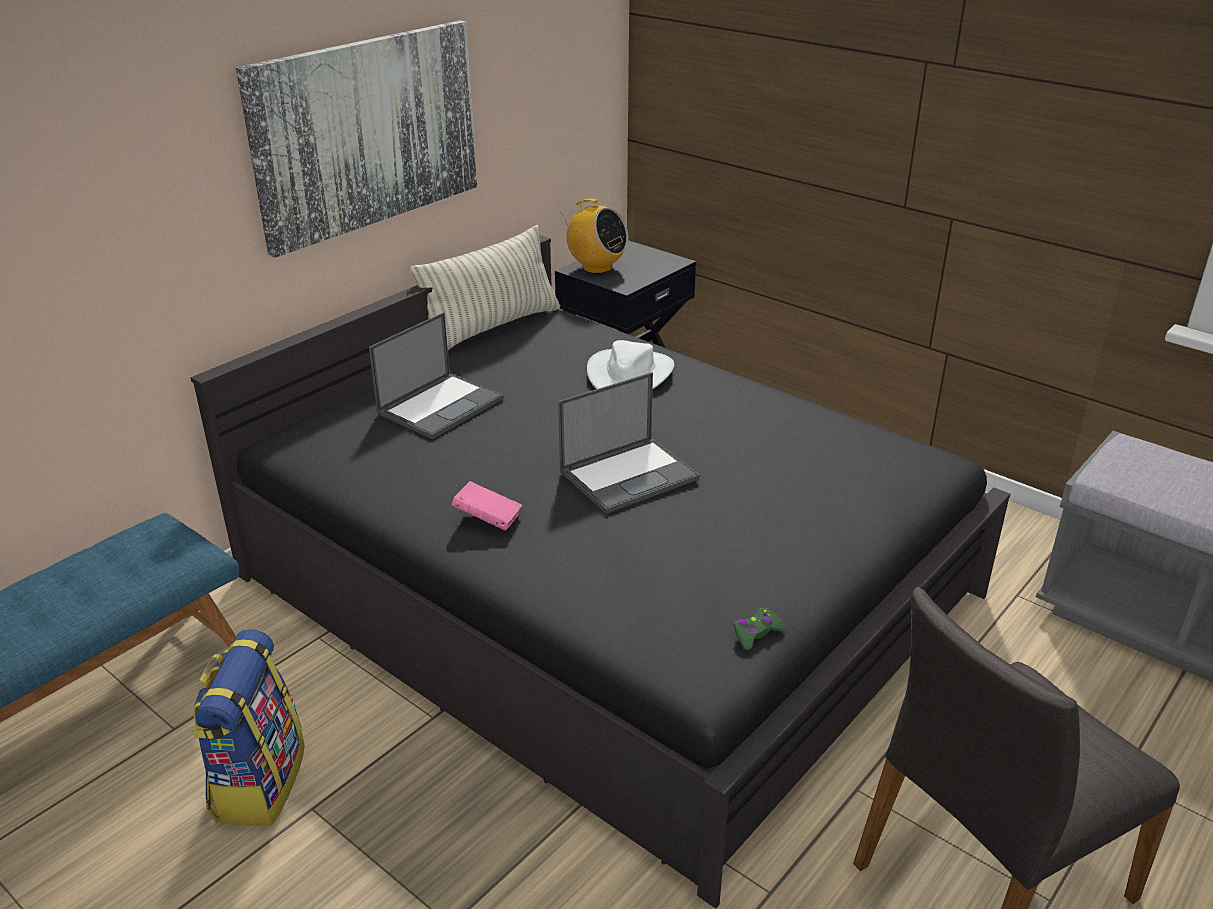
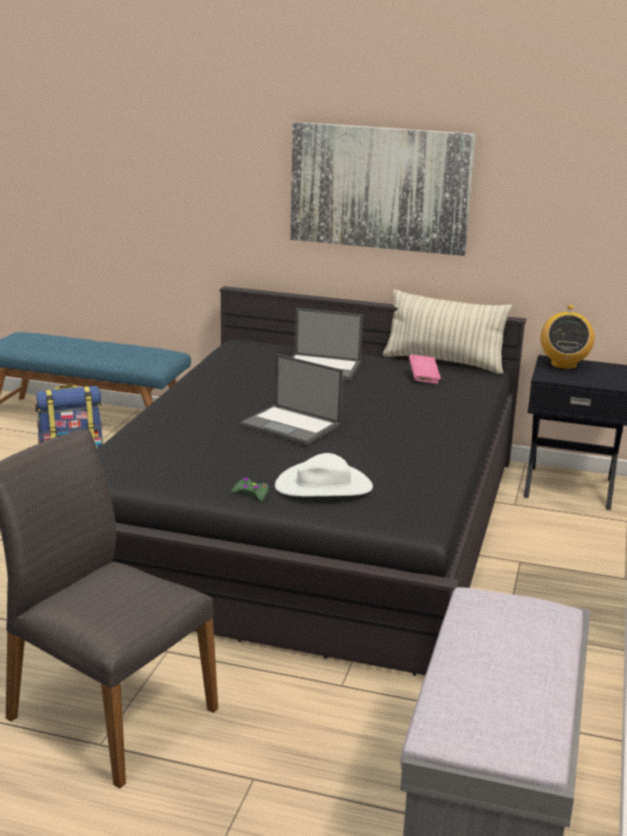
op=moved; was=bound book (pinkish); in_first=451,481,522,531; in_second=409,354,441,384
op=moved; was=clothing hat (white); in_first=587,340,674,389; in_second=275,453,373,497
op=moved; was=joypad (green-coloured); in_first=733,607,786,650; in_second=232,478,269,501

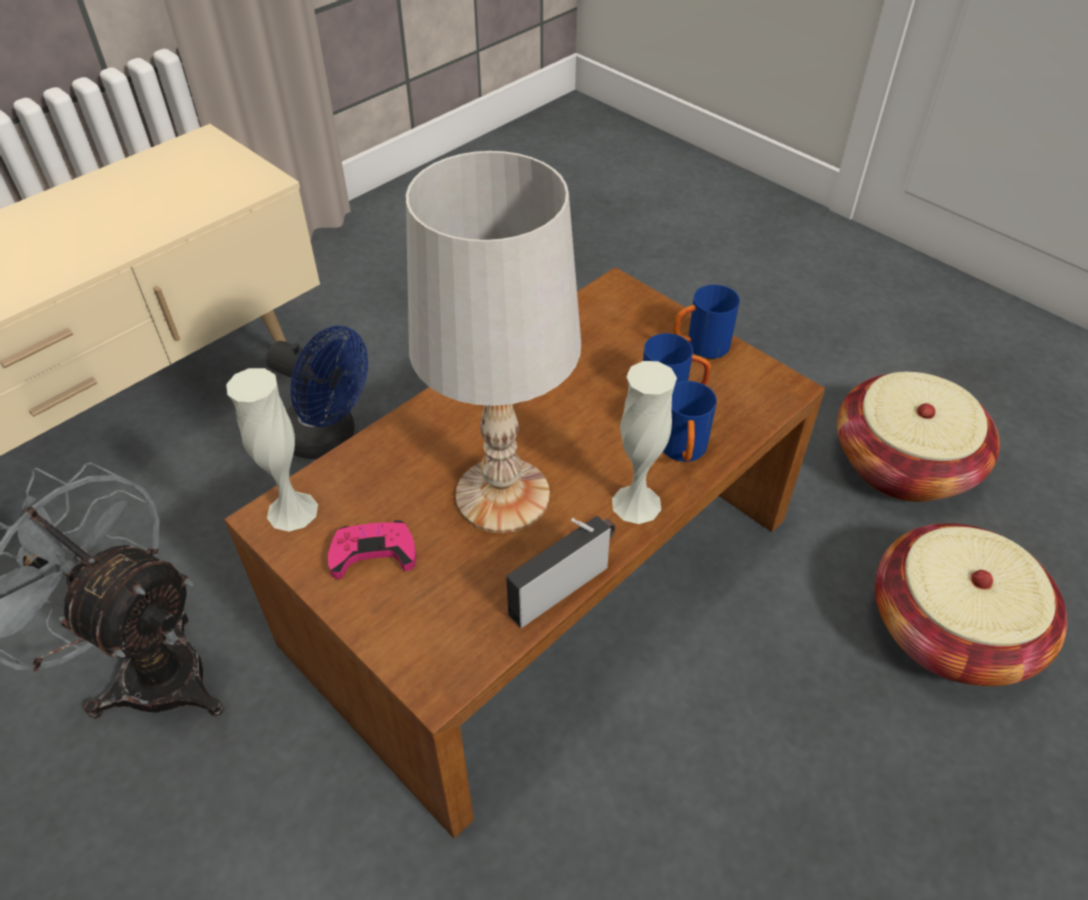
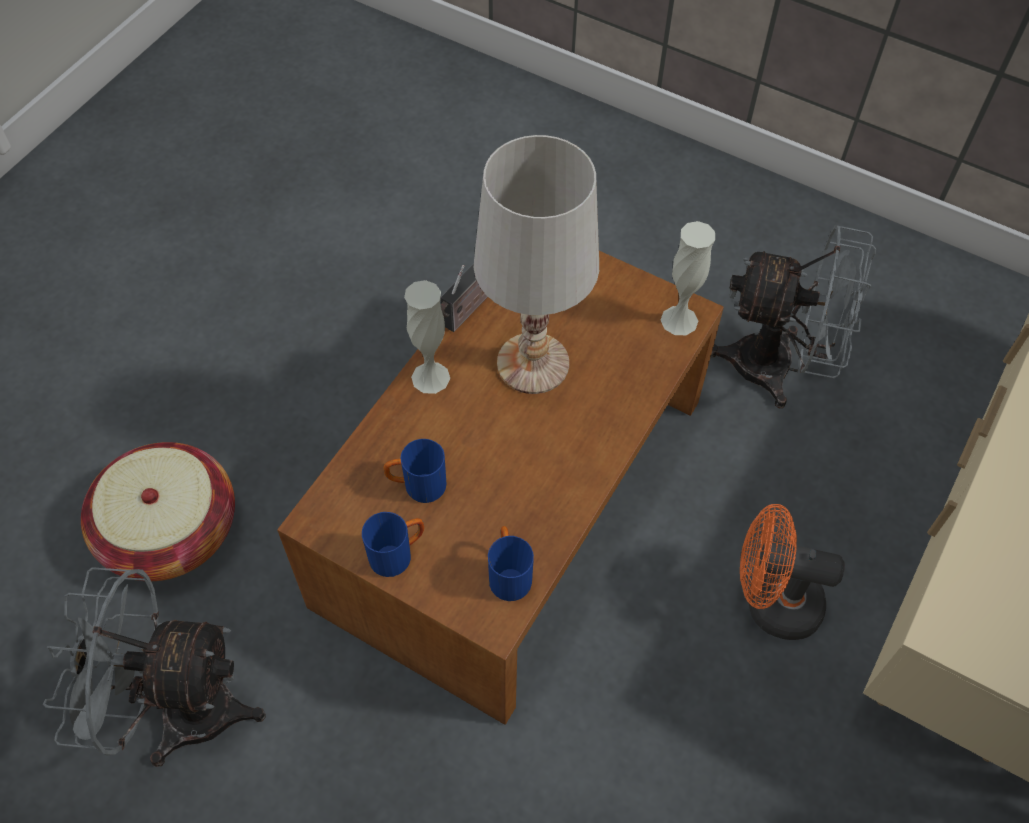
op=recoloured; was=electric fan (blue); now=electric fan (orange-coloured); in_first=266,326,368,459; in_second=740,504,845,640
op=removed; was=joypad (pinkish); in_first=328,520,416,579
op=moved; was=mug (blue); in_first=663,381,717,462; in_second=488,526,534,601
op=replaced; was=storage basket; now=electric fan (greyish); in_first=837,372,1000,502; in_second=43,567,266,767

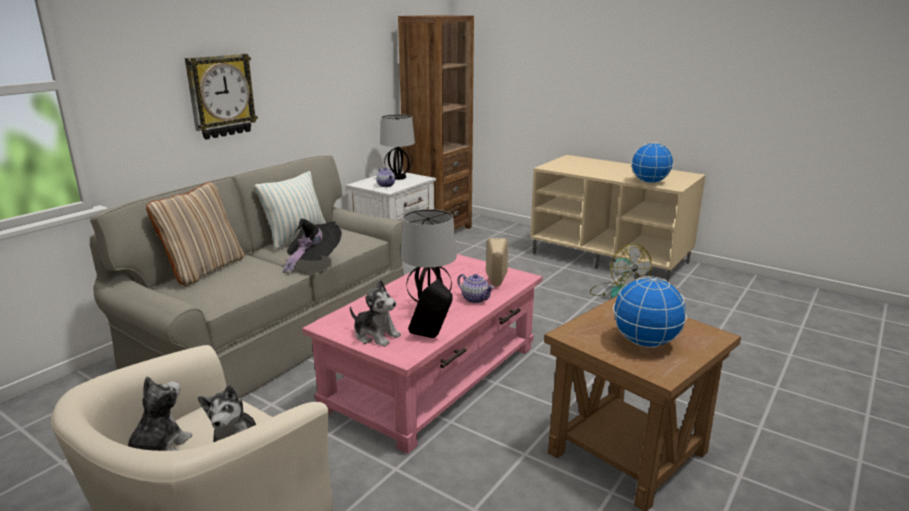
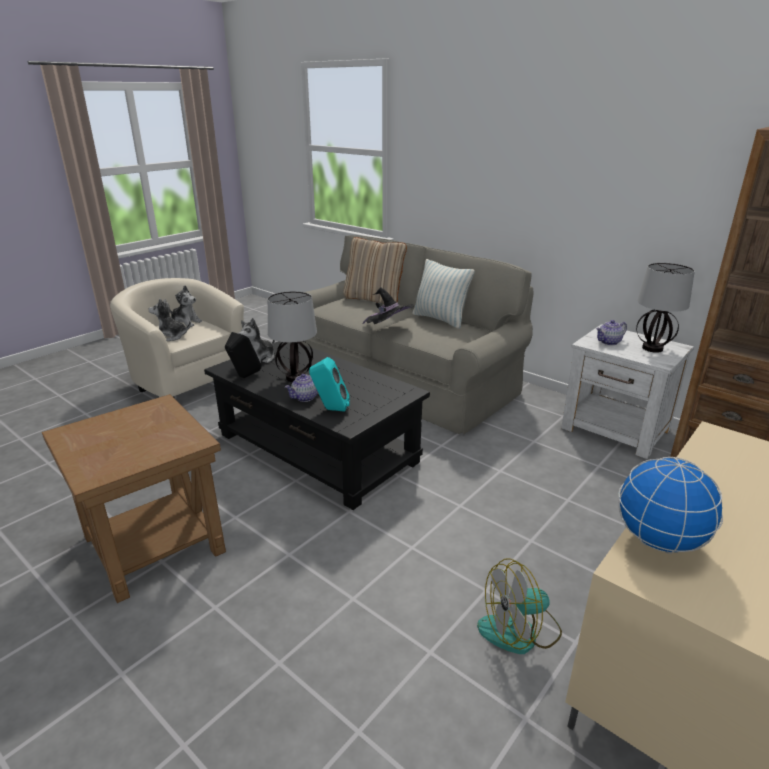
op=removed; was=clock on the wall; in_first=185,54,258,140
op=recoloured; was=low table (pinkish); now=low table (black-coloured); in_first=302,254,543,454; in_second=204,341,430,510
op=recoloured; was=loudspeaker (beige-coloured); now=loudspeaker (turquoise); in_first=486,238,508,287; in_second=309,357,350,412
op=removed; was=desk globe; in_first=613,276,687,348

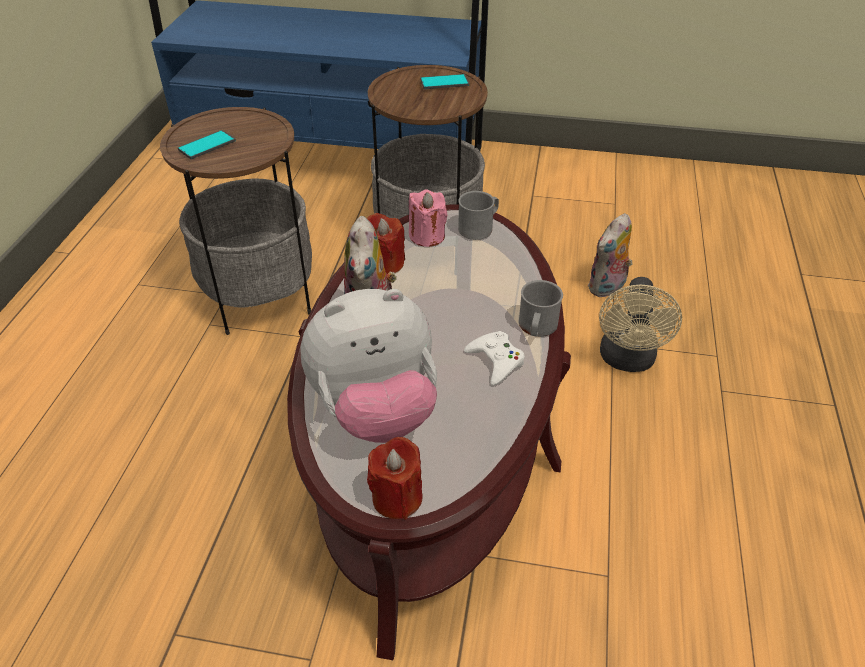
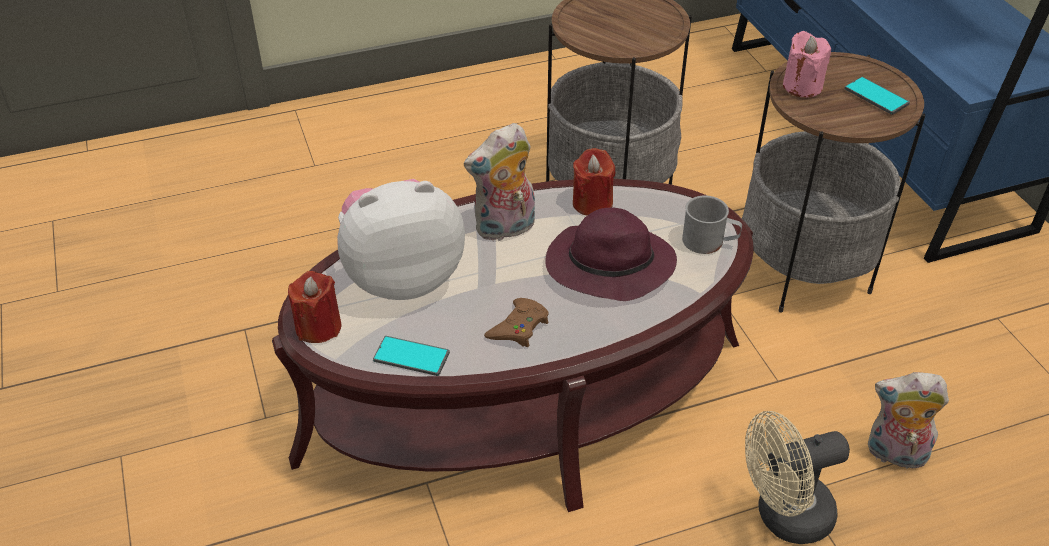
op=moved; was=phone; in_first=178,130,236,159; in_second=373,336,450,376
op=turned; was=soft toy; in_first=300,289,437,443; in_second=337,179,465,300; clockwise=120
op=moved; was=wax light (pinkish); in_first=409,189,448,247; in_second=783,31,831,97
op=recoloured; was=joypad (white); now=joypad (brown-coloured); in_first=464,331,525,386; in_second=484,298,549,347
op=removed; was=mug (greyish); in_first=519,280,563,337
op=added; now=clothing hat (purple-coloured); in_second=545,207,677,301

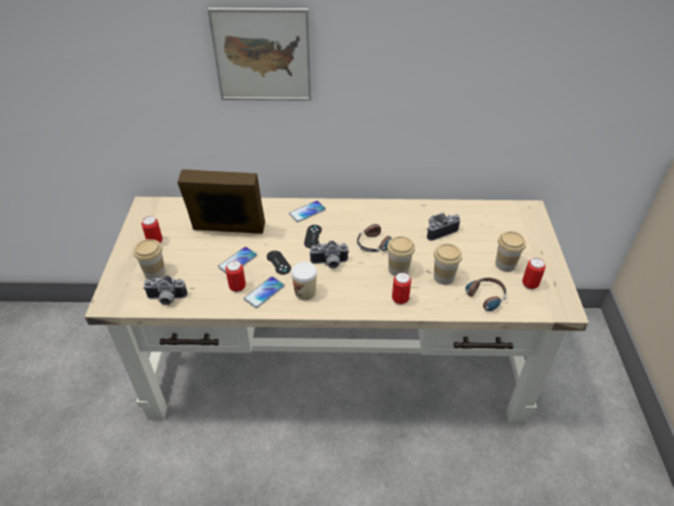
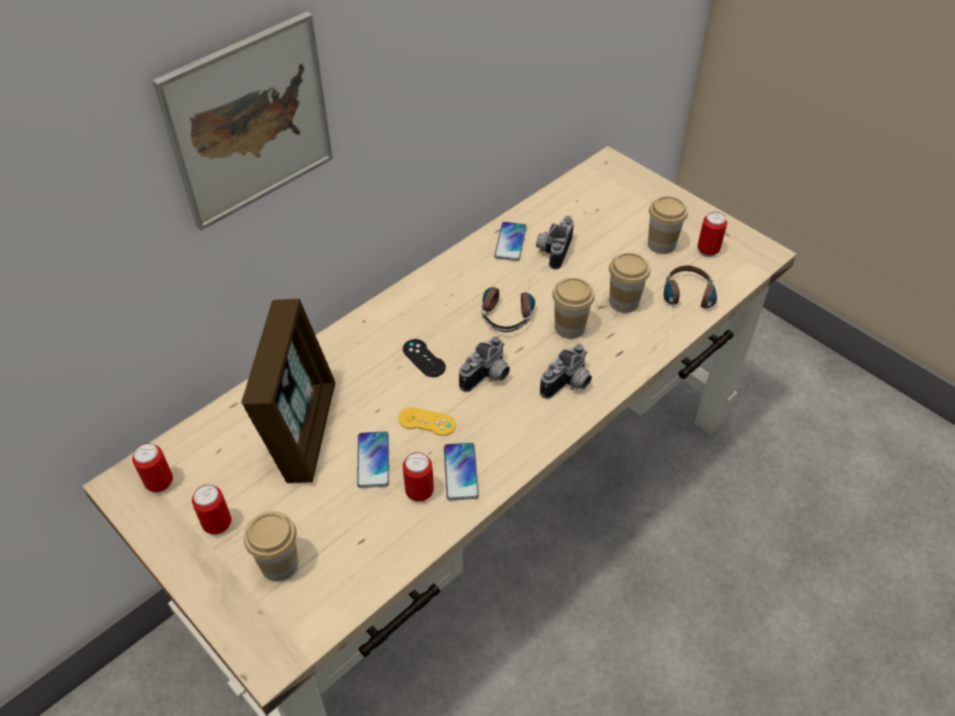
op=moved; was=still camera; in_first=143,275,187,305; in_second=540,344,592,399
op=turned; was=standing frame; in_first=177,169,265,234; in_second=242,298,335,483; clockwise=135
op=recoloured; was=joypad (black-coloured); now=joypad (yellow-coloured); in_first=267,251,291,275; in_second=398,407,456,436
op=moved; was=phone; in_first=289,201,326,222; in_second=494,222,527,261
op=removed; was=cup; in_first=291,262,317,300
op=moved; was=can; in_first=392,272,411,305; in_second=132,443,173,493

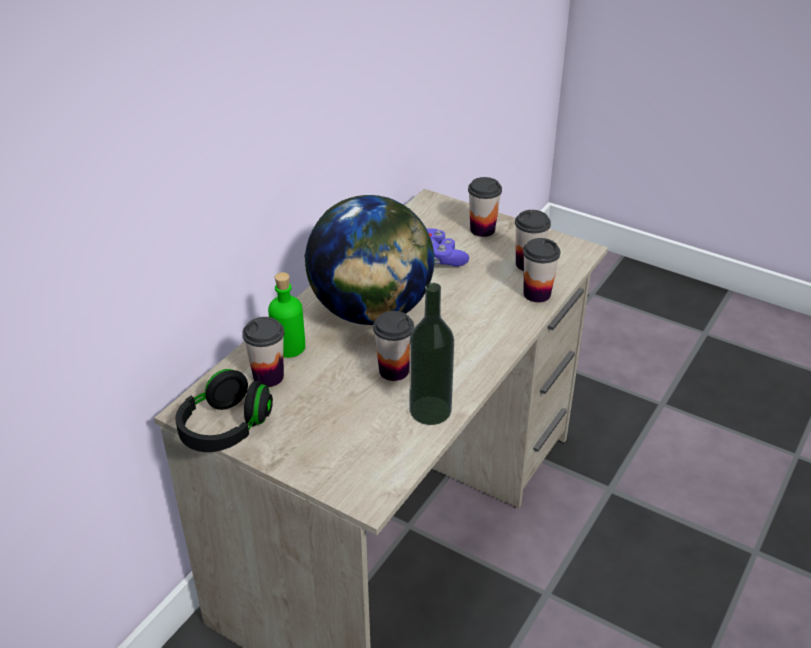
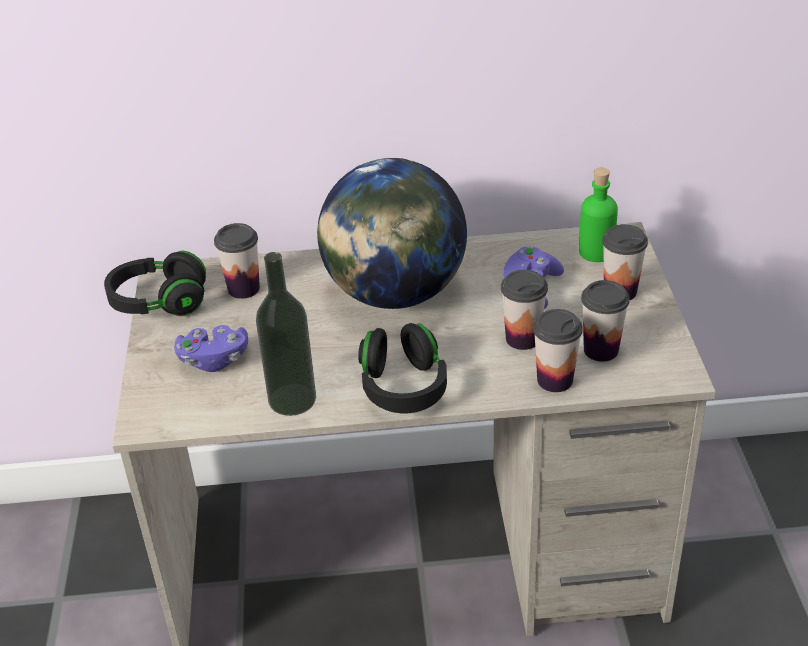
op=moved; was=bottle (green-coloured); in_first=268,272,305,358; in_second=579,168,618,262
op=moved; was=cup; in_first=373,311,414,381; in_second=501,270,548,350
op=added; now=joypad (purple-coloured); in_second=174,325,248,372
op=added; now=headphones (black-coloured); in_second=358,323,447,413

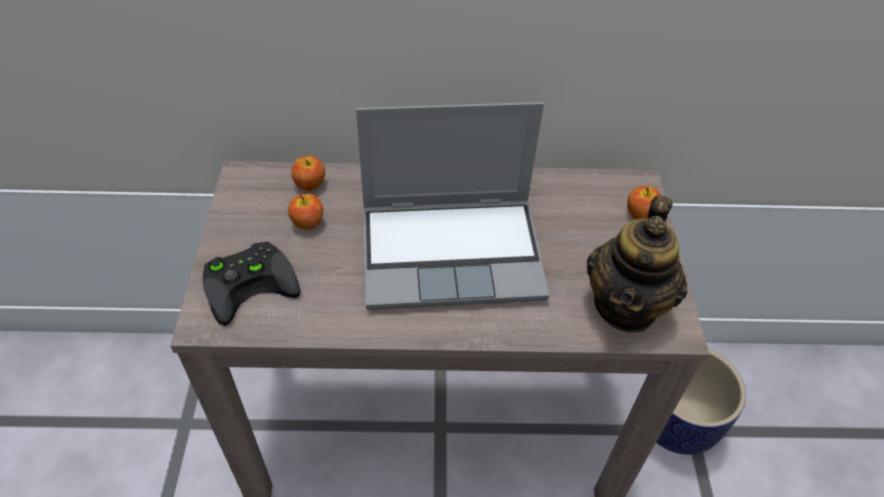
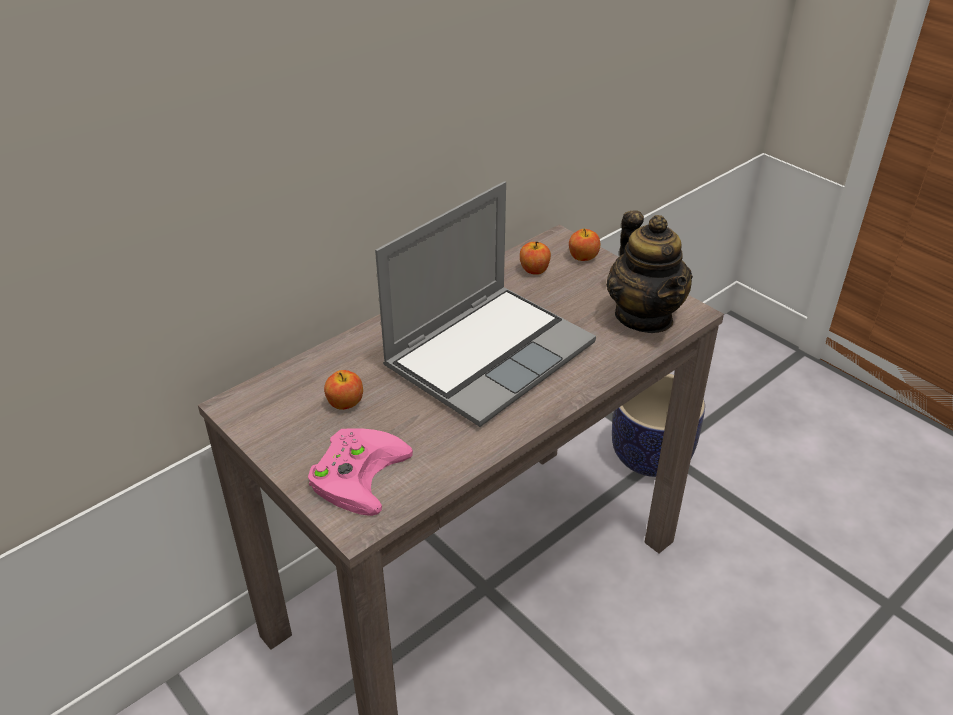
op=recoloured; was=joypad (black-coloured); now=joypad (pinkish); in_first=203,242,301,326; in_second=308,428,413,516
op=moved; was=apple fruit; in_first=291,156,325,191; in_second=520,242,551,275

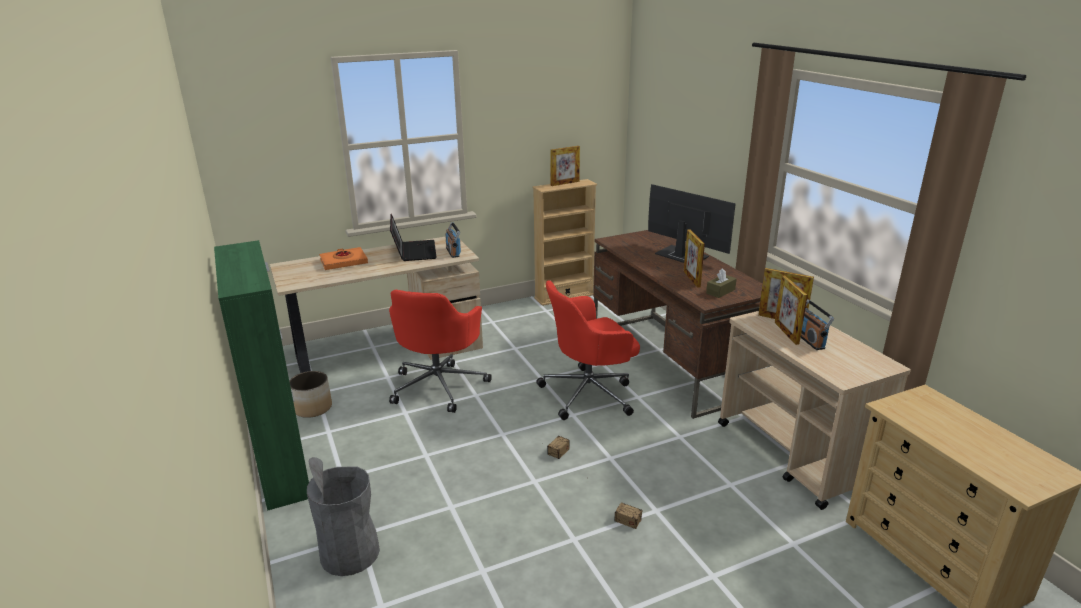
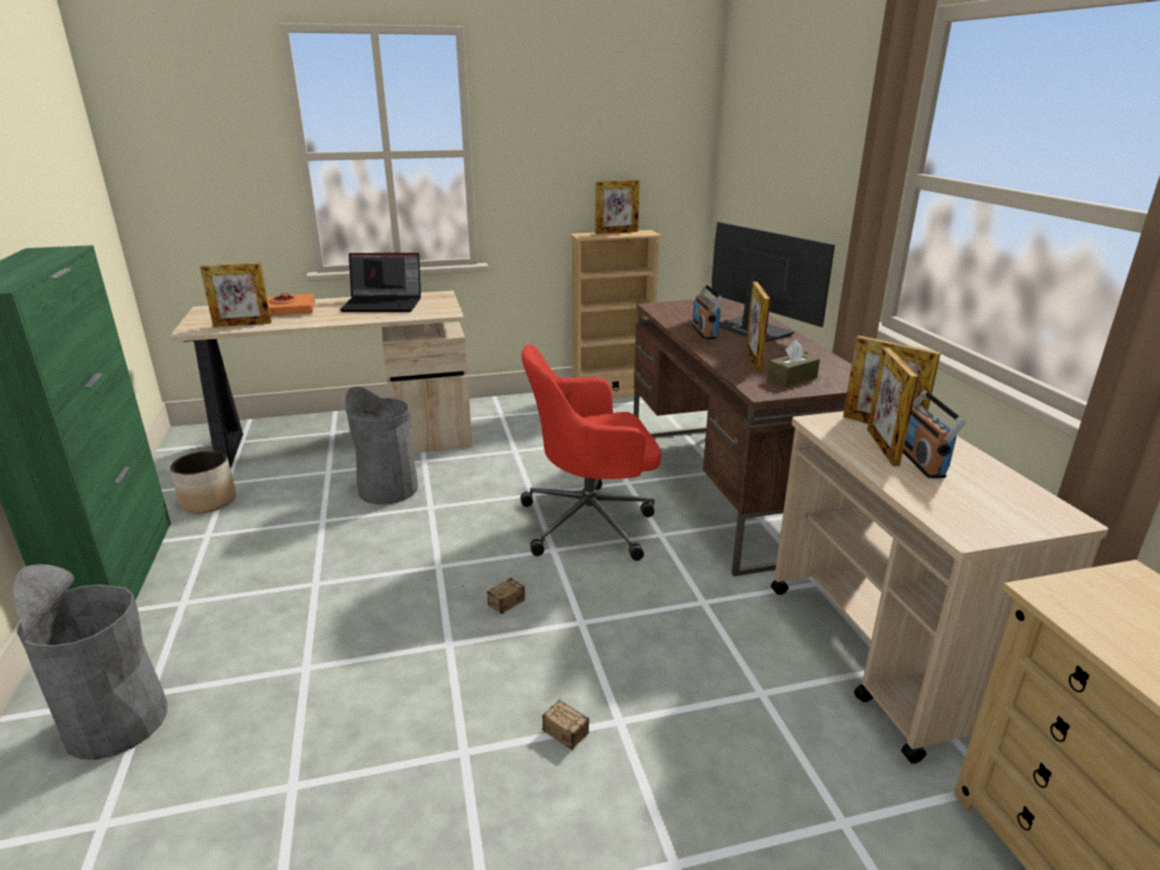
op=replaced; was=office chair (reddish); now=trash can (greyish); in_first=389,290,492,413; in_second=345,386,418,504
op=turned; was=notebook computer; in_first=390,214,436,261; in_second=339,253,421,312; clockwise=90
op=moved; was=radio; in_first=445,222,461,258; in_second=692,284,724,339
op=added; now=standing frame; in_second=200,263,272,327

